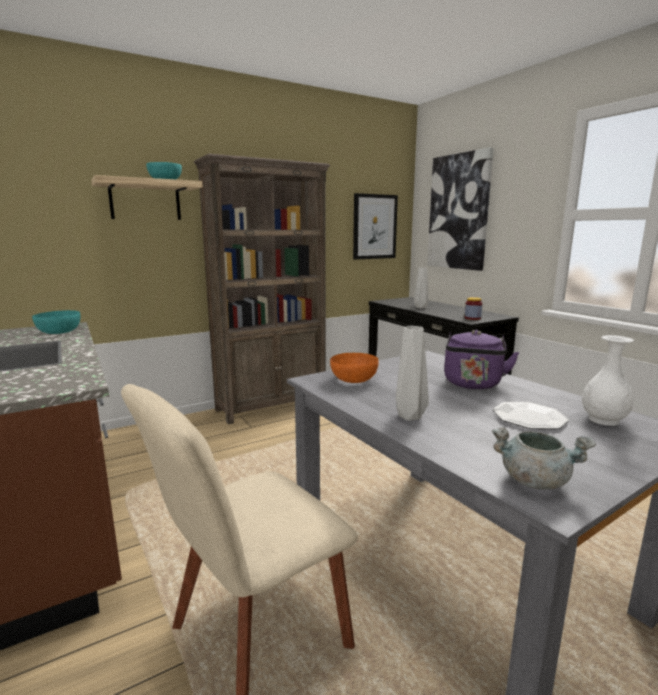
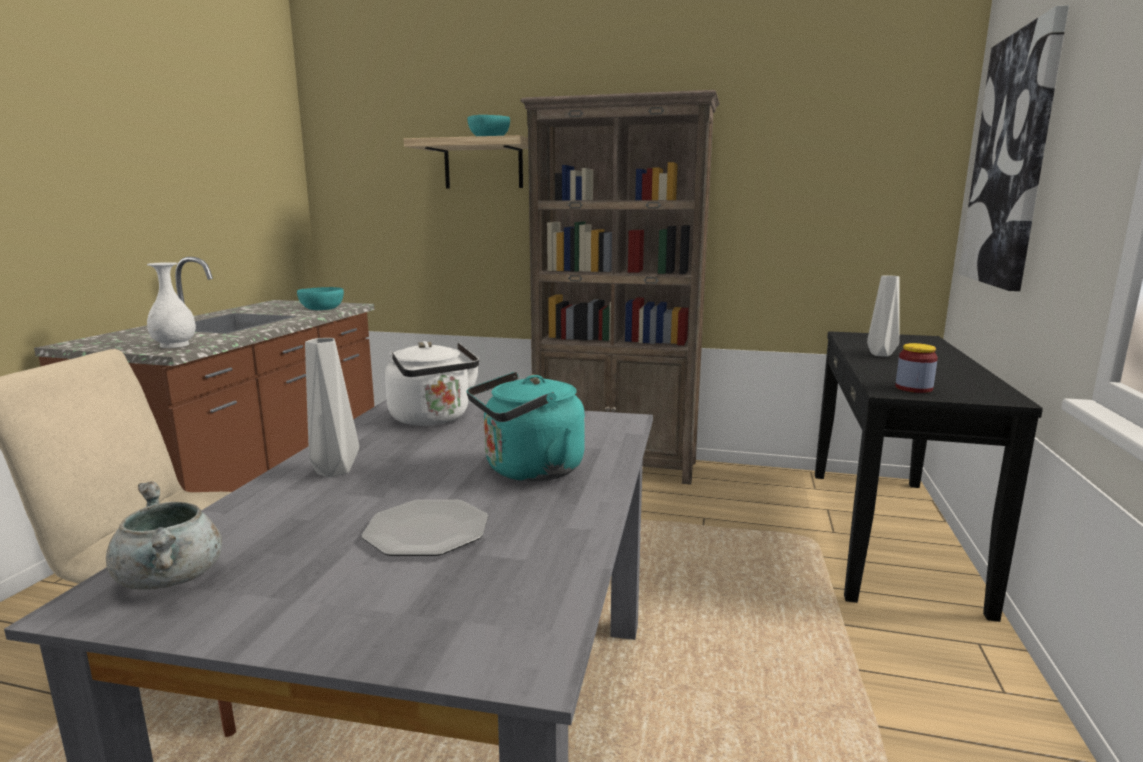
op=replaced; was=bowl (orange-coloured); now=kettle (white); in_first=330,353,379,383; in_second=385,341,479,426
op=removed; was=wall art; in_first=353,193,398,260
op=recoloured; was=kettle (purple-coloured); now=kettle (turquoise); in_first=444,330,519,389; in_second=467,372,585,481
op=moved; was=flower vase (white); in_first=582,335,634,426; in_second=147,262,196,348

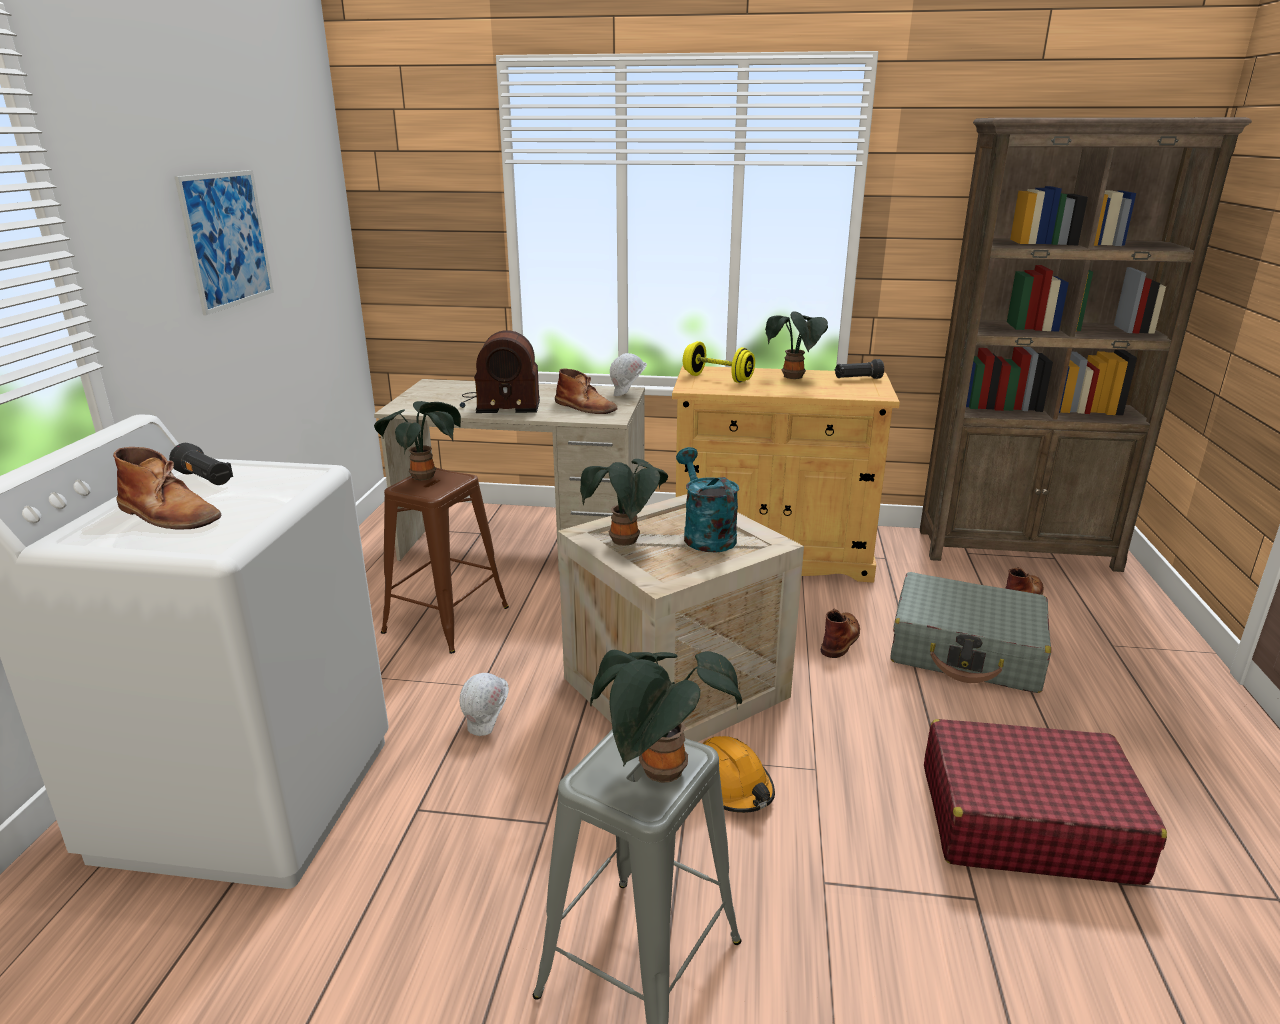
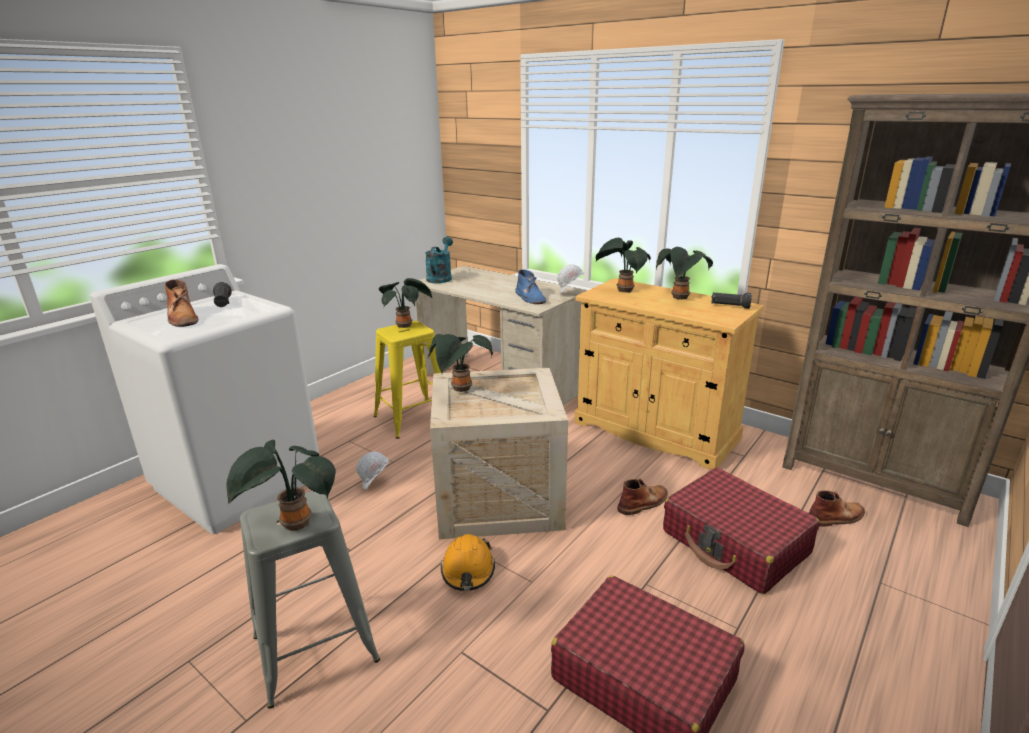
op=removed; was=wall art; in_first=175,170,274,315
op=recoloured; was=stool seat (brown-coloured); now=stool seat (yellow-coloured); in_first=381,468,509,654; in_second=374,321,441,439
op=removed; was=radio; in_first=460,330,540,413
op=recoloured; was=high-top boot (brown-coloured); now=high-top boot (blue); in_first=555,369,617,414; in_second=516,270,547,304
op=moved; was=watering can (turquoise); in_first=676,447,739,552; in_second=425,237,453,283
op=replaced; was=dumbbell (yellow-coloured); now=potted plant; in_first=683,341,755,383; in_second=595,238,651,293
op=recoloured; was=travel case (greyish); now=travel case (reddish); in_first=890,572,1051,693; in_second=663,468,820,594

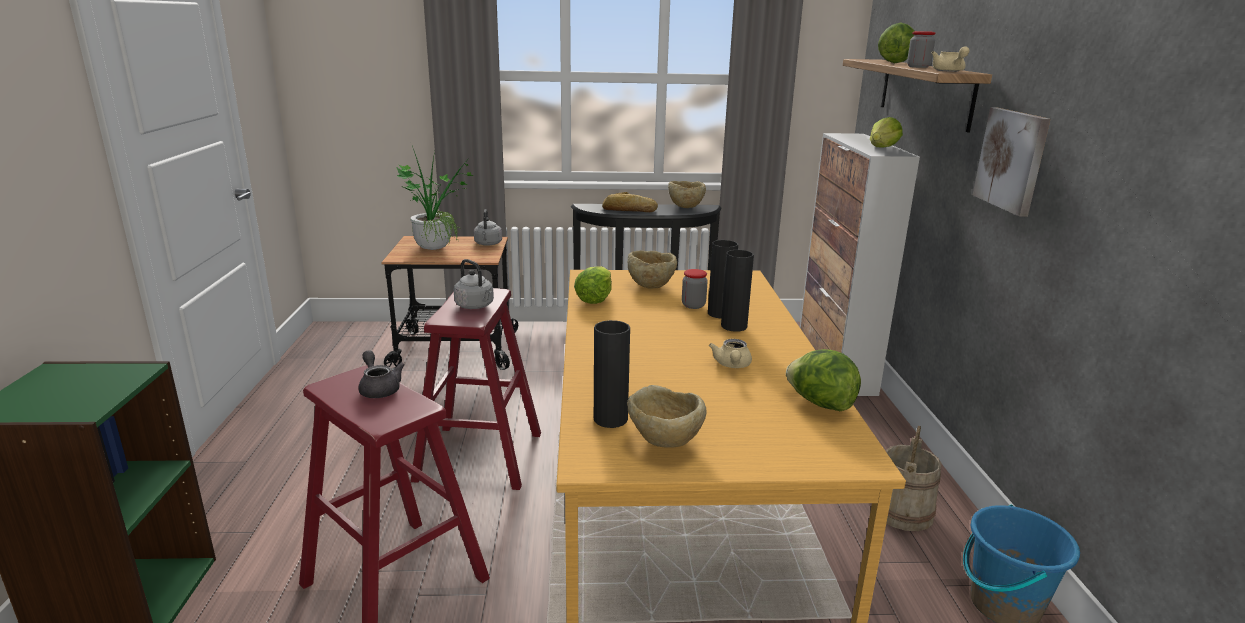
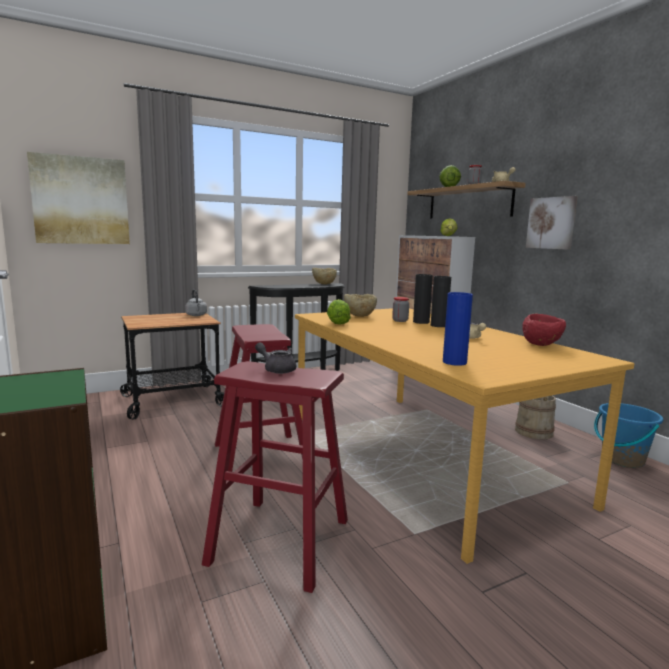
op=removed; was=potted plant; in_first=396,146,473,250
op=removed; was=kettle (greyish); in_first=454,259,494,309
op=recoloured; was=flower vase (black-coloured); now=flower vase (blue); in_first=594,320,630,428; in_second=443,292,473,366
op=removed; was=bakery bread; in_first=602,192,658,212
op=removed; was=bowl (beige-coloured); in_first=627,385,707,448
op=replaced; was=lettuce; now=bowl (reddish); in_first=786,349,861,411; in_second=522,314,566,346
op=added; now=wall art; in_second=27,152,130,244

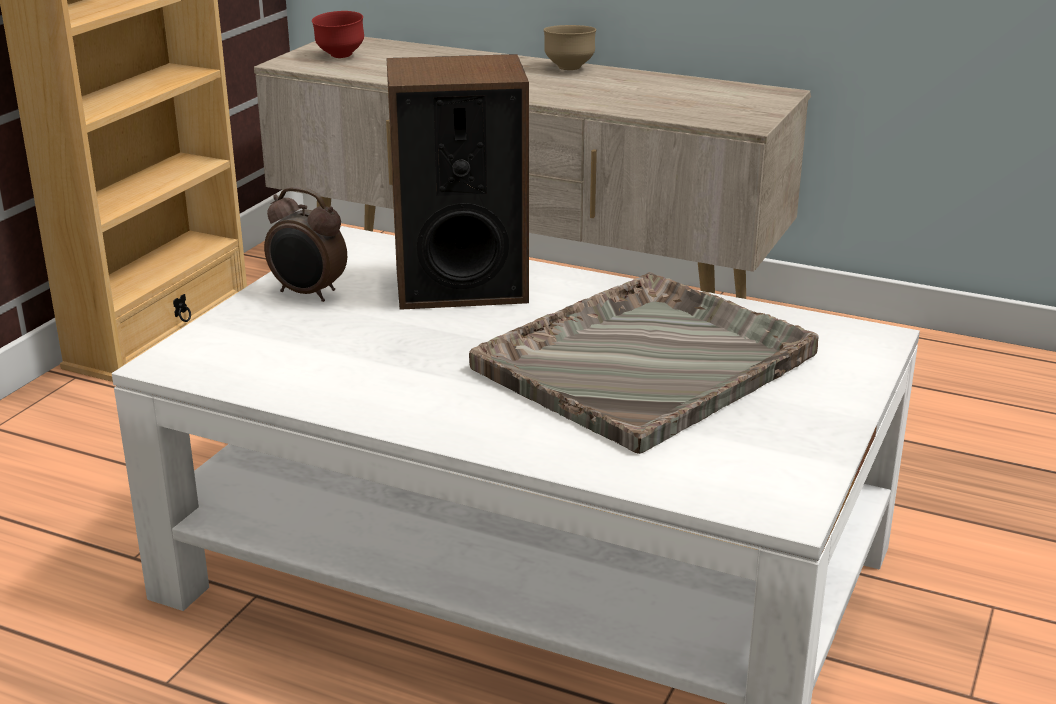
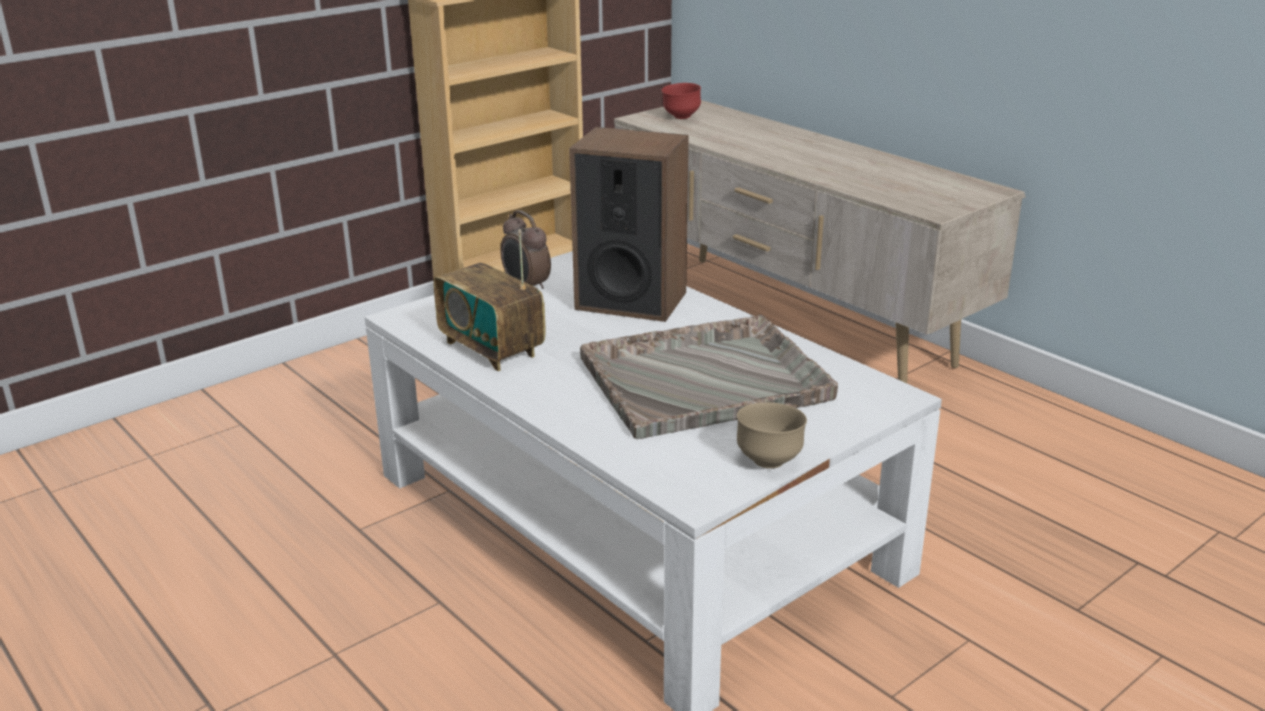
op=moved; was=bowl (brown-coloured); in_first=544,25,596,70; in_second=737,402,807,469
op=added; now=radio; in_second=433,229,546,371

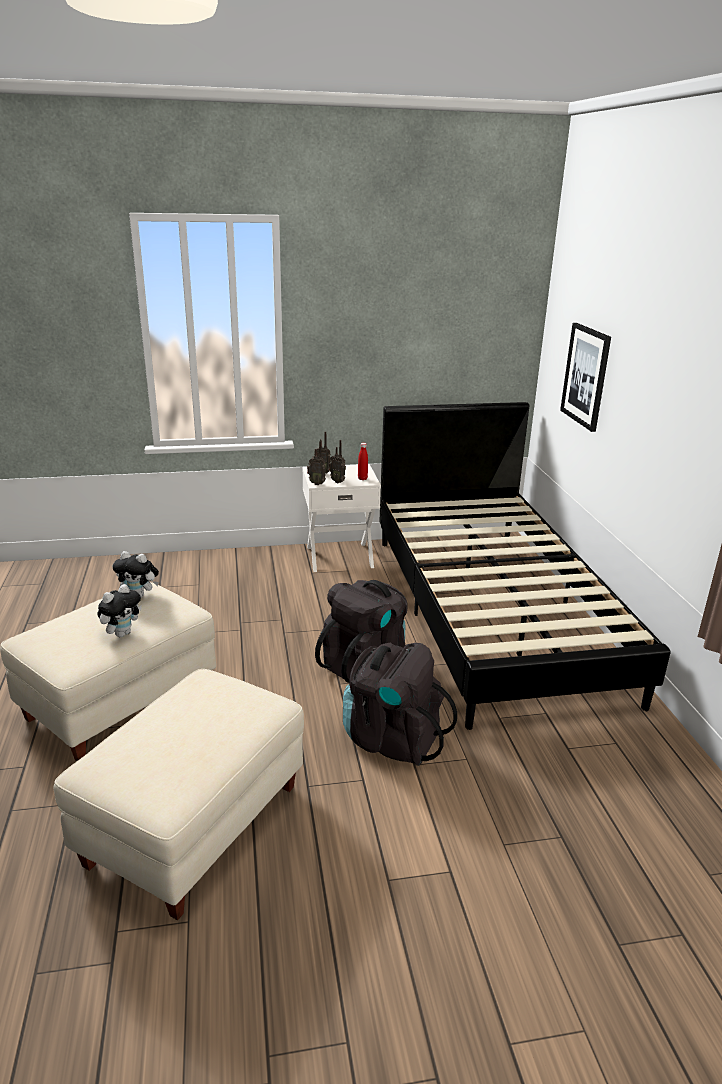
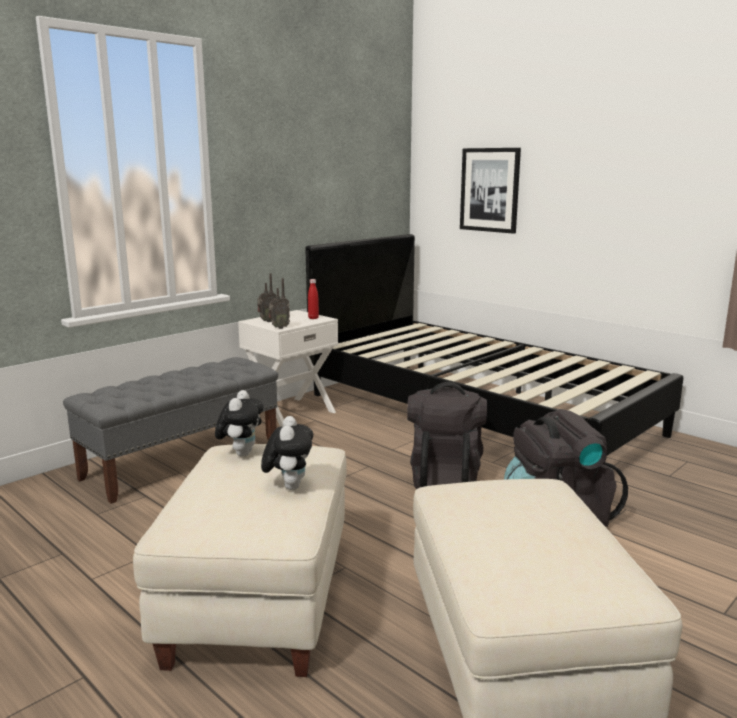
op=turned; was=soft toy; in_first=113,551,159,597; in_second=215,390,264,457; clockwise=-60
op=removed; was=radio; in_first=329,440,346,483
op=added; now=indoor bench (greyish); in_second=63,357,278,504

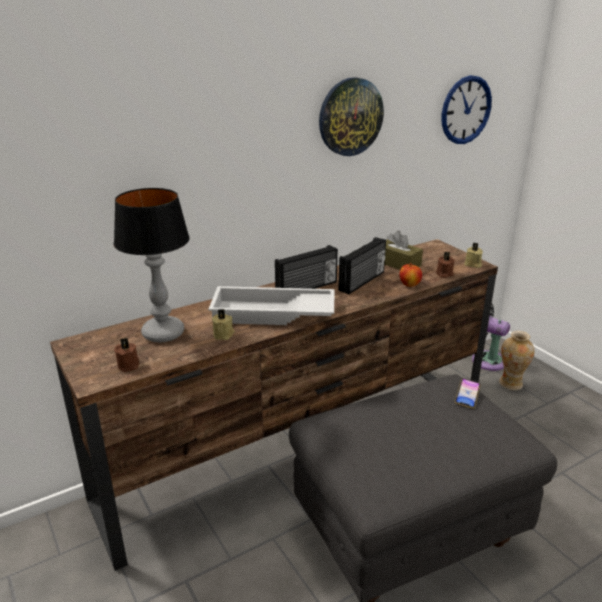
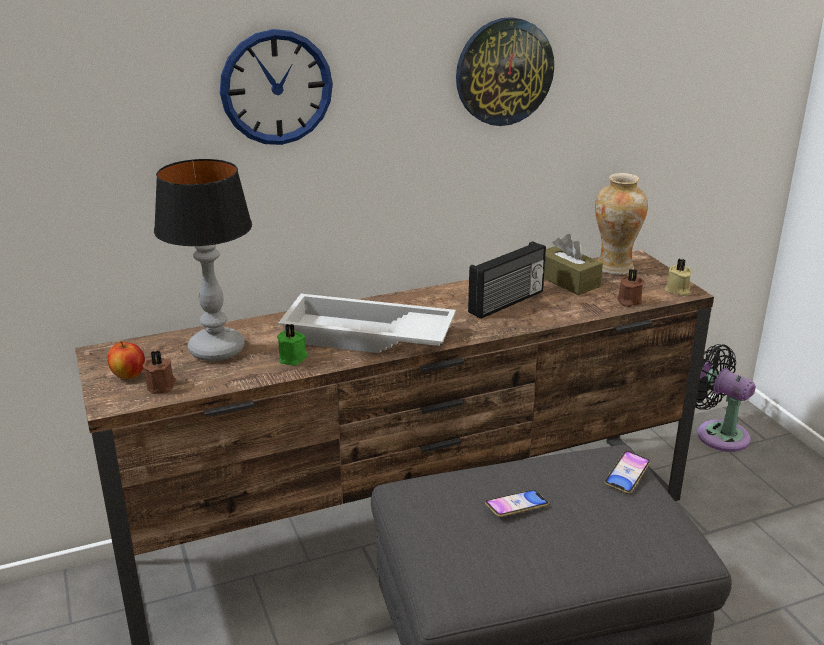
op=recoloured; was=wax light (beige-coloured); now=wax light (green-coloured); in_first=212,309,235,340; in_second=277,323,308,366
op=removed; was=radio; in_first=275,245,338,289
op=moved; was=apple fruit; in_first=400,263,422,287; in_second=107,341,145,379
op=moved; was=clock on the wall; in_first=442,75,492,144; in_second=220,29,333,145
op=moved; was=flower vase; in_first=499,331,535,390; in_second=595,173,648,275
op=added; now=phone; in_second=485,490,548,517

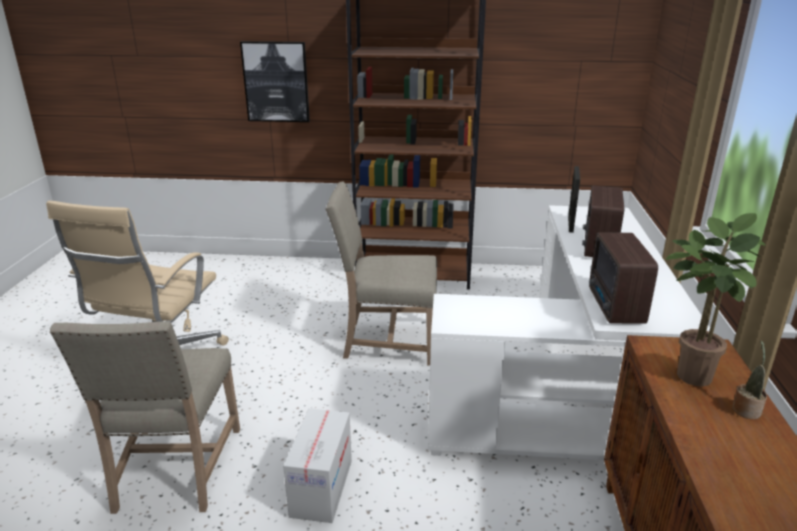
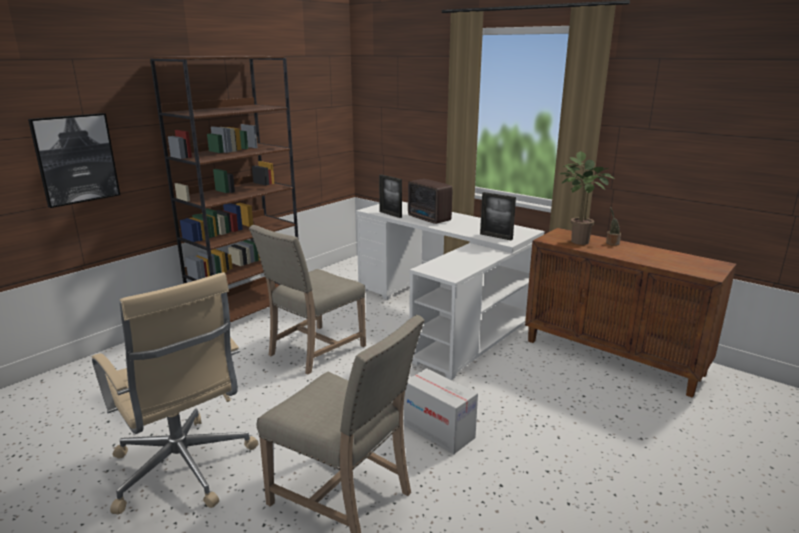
op=replaced; was=radio; now=standing frame; in_first=589,232,658,324; in_second=480,192,516,241

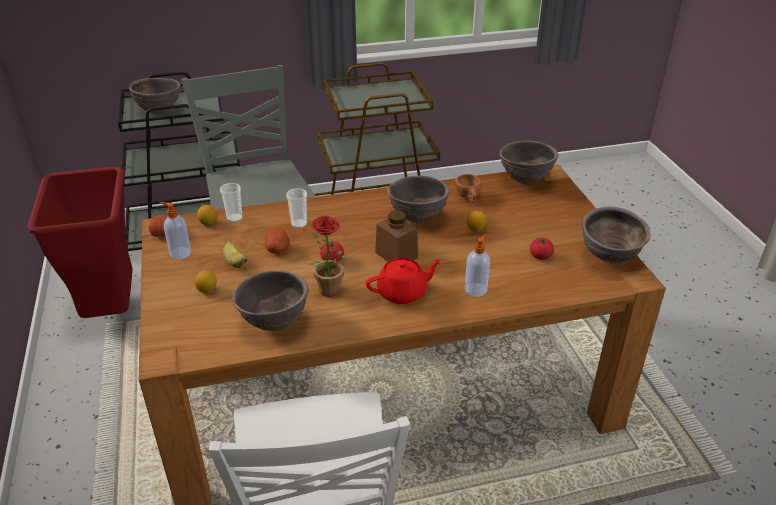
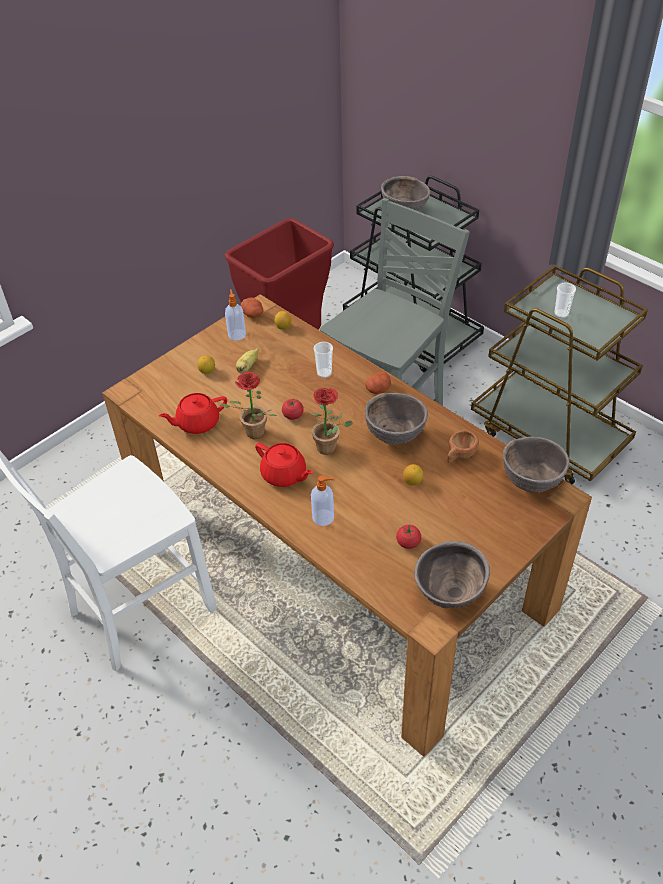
op=moved; was=cup; in_first=220,183,243,222; in_second=554,283,576,318
op=replaced; was=bowl (brown-coloured); now=pot for tea (reddish); in_first=232,270,309,331; in_second=159,393,227,434
op=moved; was=potato; in_first=265,229,290,254; in_second=365,371,391,394
op=replaced; was=jar (brown-coloured); now=potted plant; in_first=375,210,418,262; in_second=309,388,353,455

